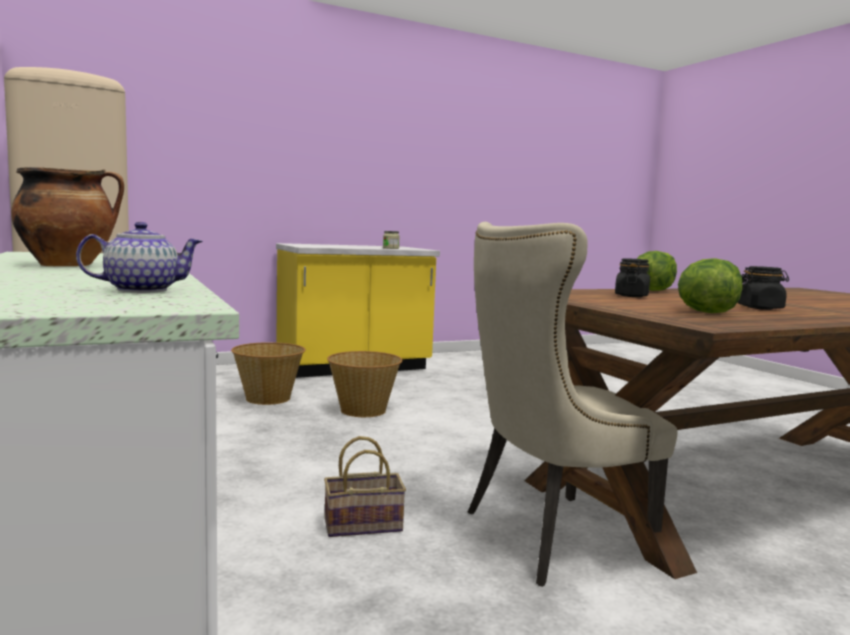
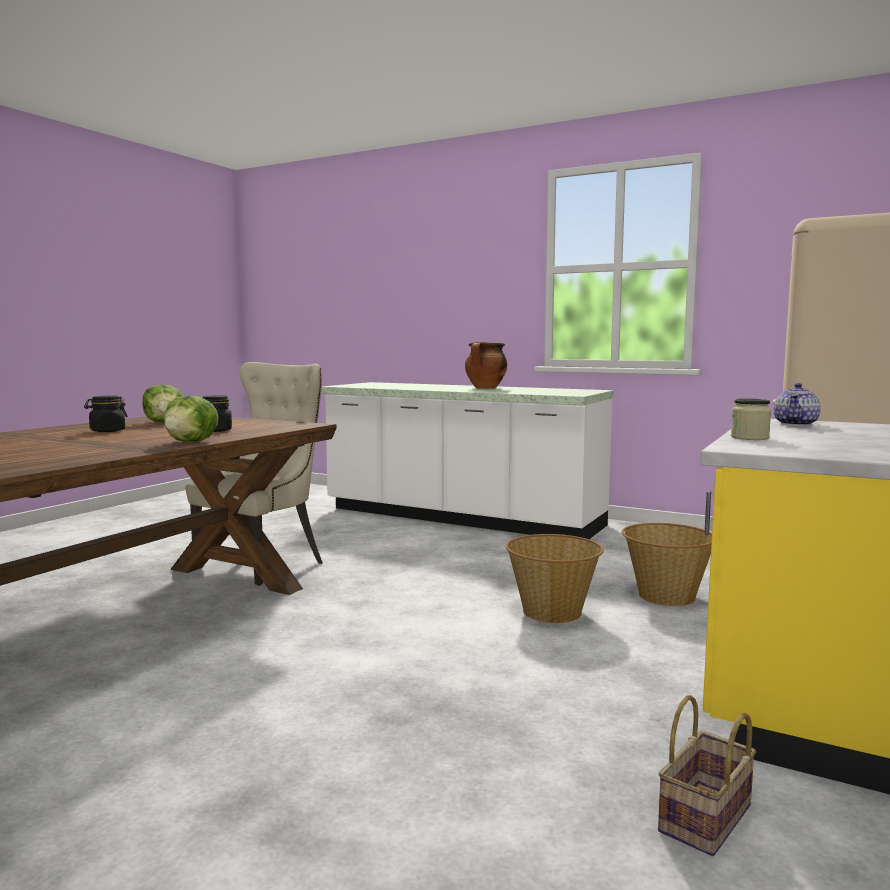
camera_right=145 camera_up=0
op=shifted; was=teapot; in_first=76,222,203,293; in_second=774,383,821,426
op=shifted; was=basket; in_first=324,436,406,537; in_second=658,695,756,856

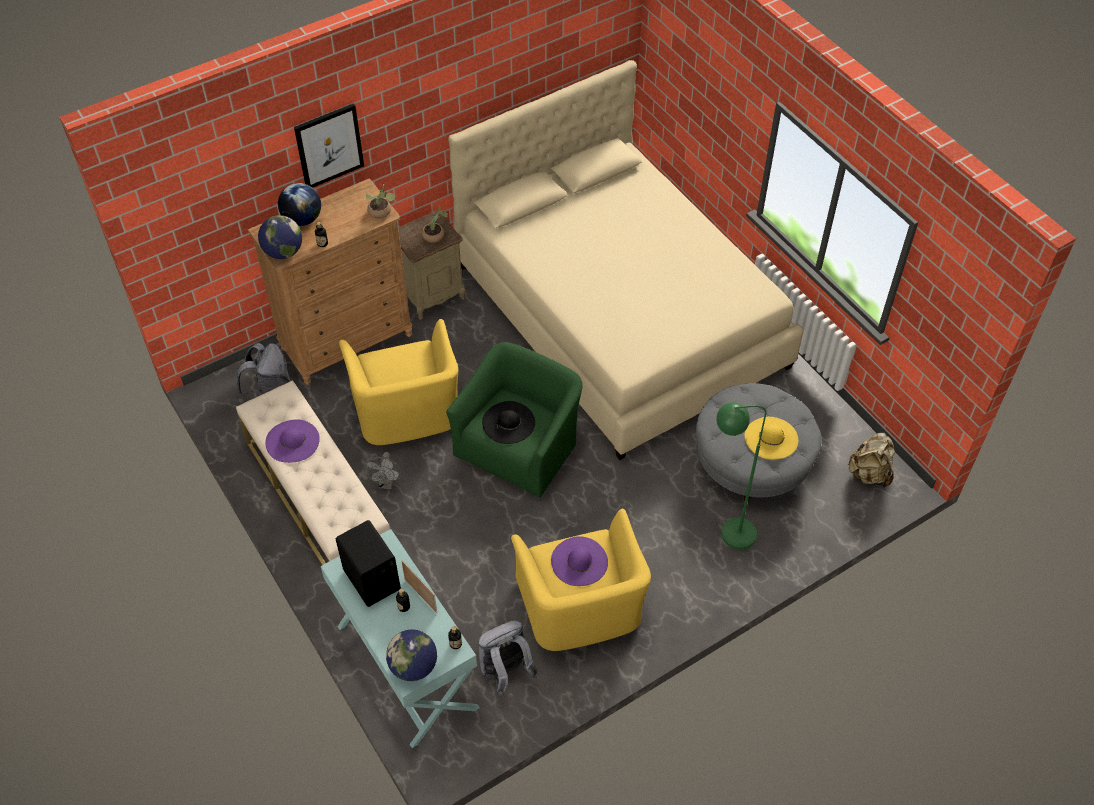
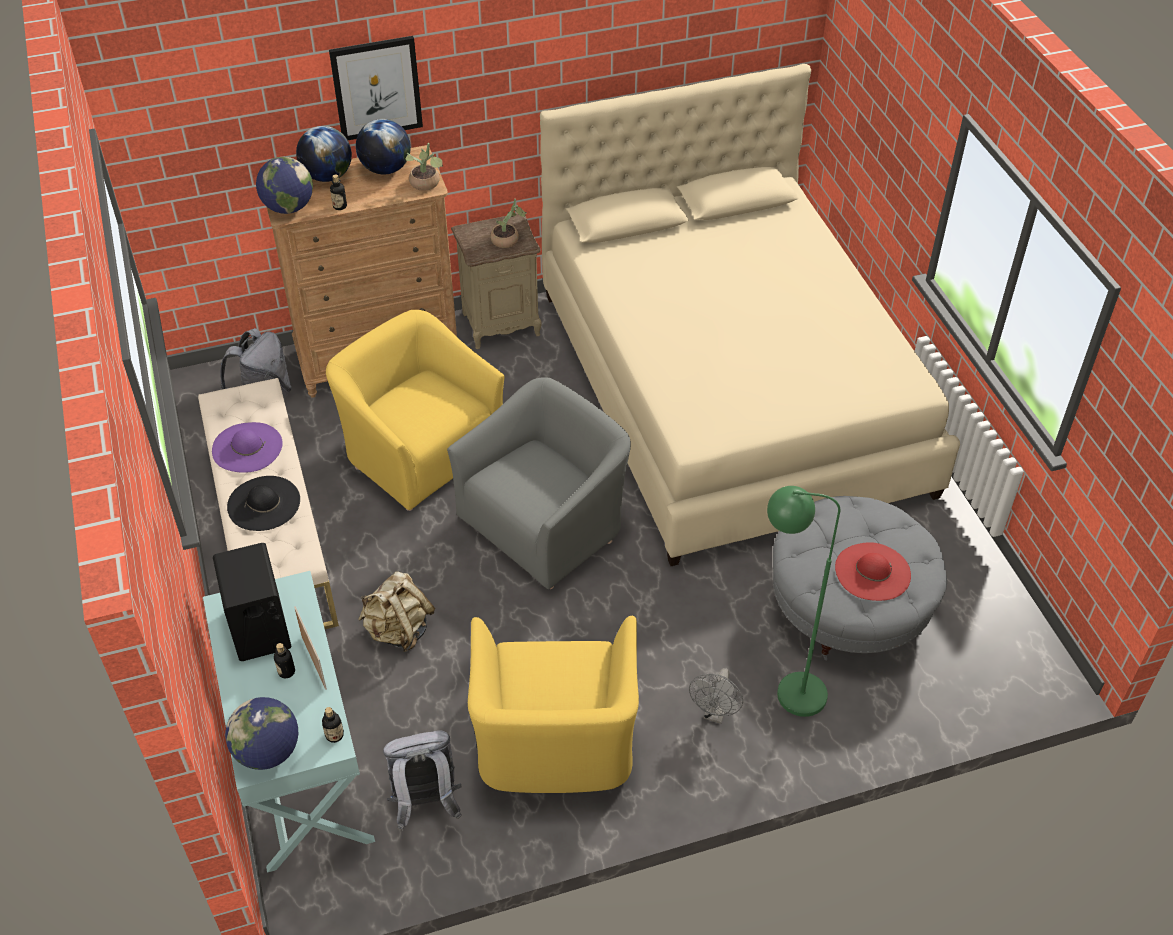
camera_right=15 camera_up=-5
op=rotated; was=yellow armchair; in_first=339,319,458,445; in_second=326,310,505,511; clockwise=135
op=repainted; was=green armchair; now=grey armchair; in_first=446,342,582,497; in_second=447,377,631,589
op=shifted; was=black hat; in_first=482,401,535,444; in_second=227,476,300,531
op=repainted; was=yellow hat; now=red hat; in_first=744,417,798,460; in_second=835,542,911,601
op=shifted; was=beige backpack; in_first=848,433,895,487; in_second=359,572,435,652
op=shifted; was=grey fan; in_first=364,452,401,489; in_second=689,668,743,724
op=gone; was=purple hat; in_first=551,536,608,586
op=new; now=globe; in_second=356,119,411,174

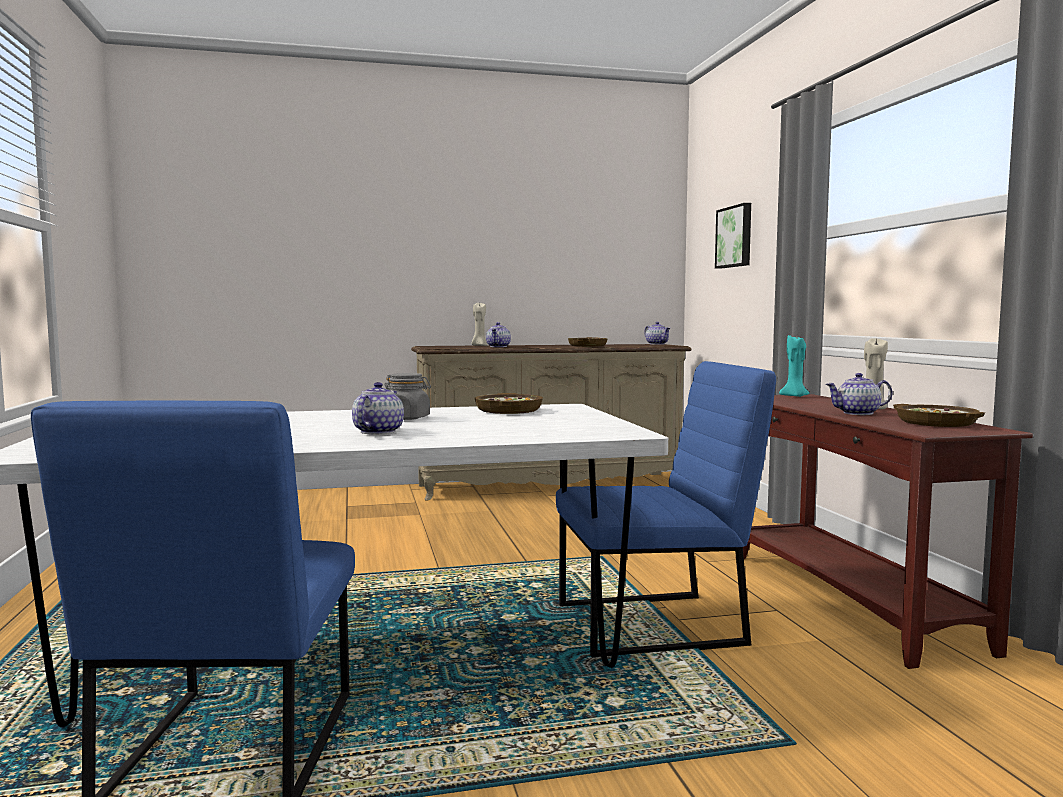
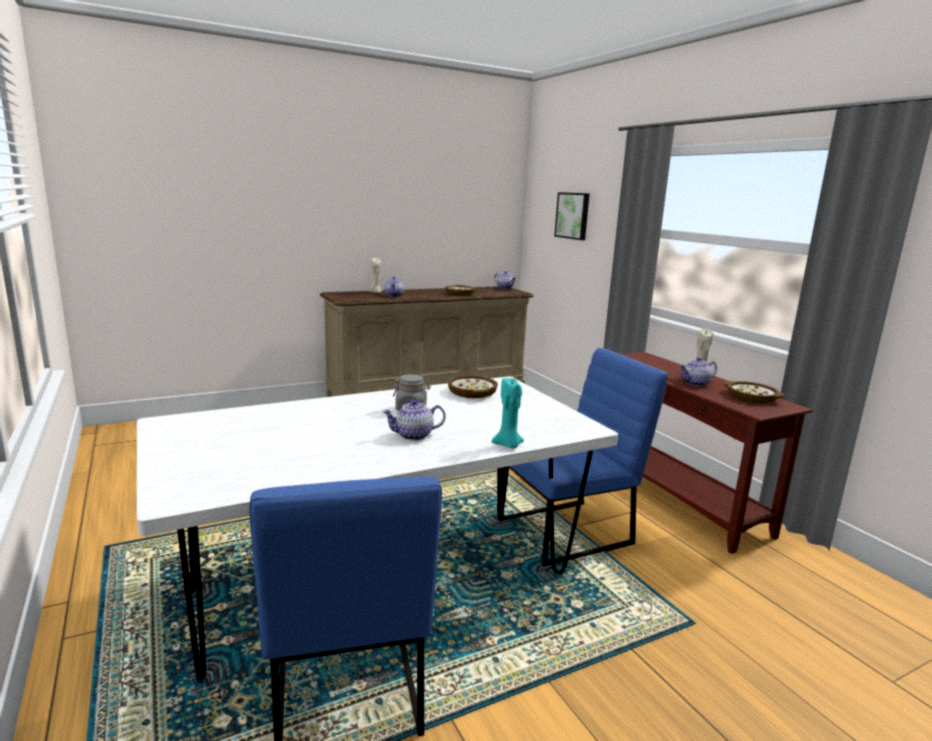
camera_right=-15 camera_up=10
op=shifted; was=turquoise candle; in_first=779,335,809,397; in_second=491,378,524,448
op=rotated; was=teapot; in_first=352,382,404,434; in_second=382,400,445,441; clockwise=-105

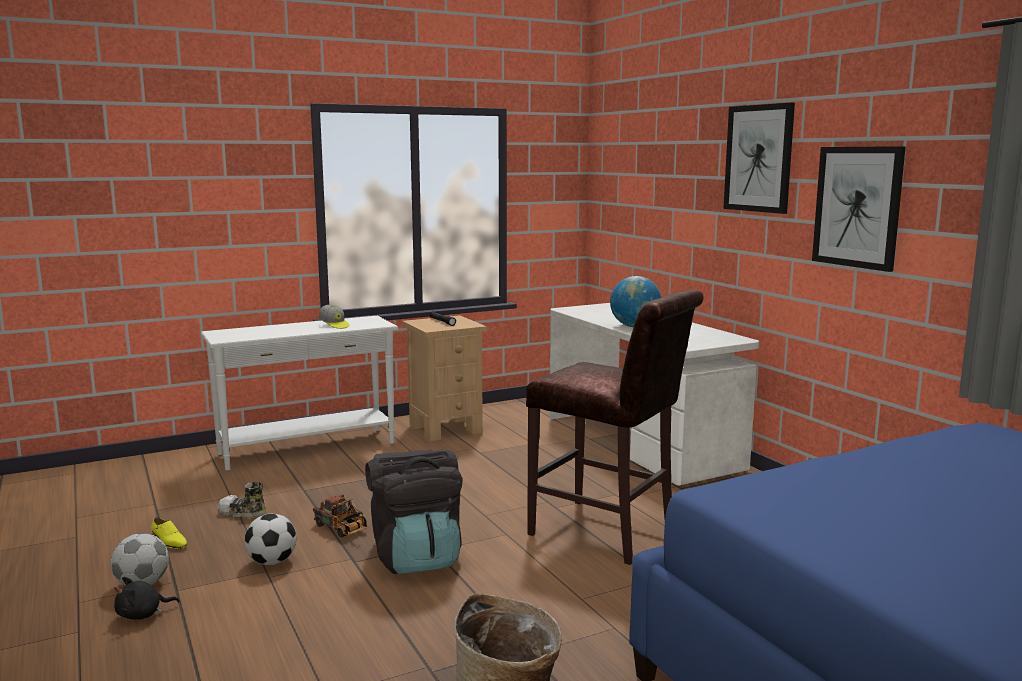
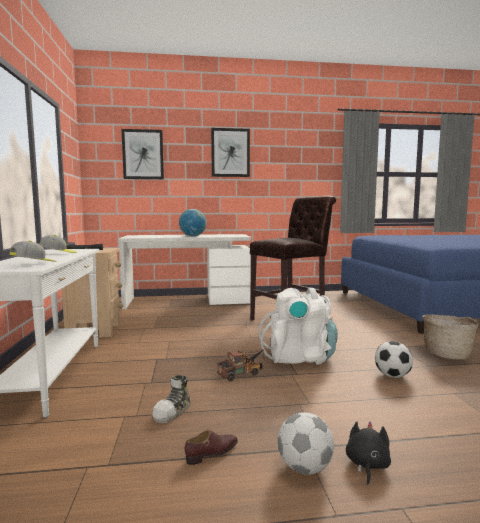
camera_right=-70 camera_up=-5
op=shifted; was=picture; in_first=812,146,906,272; in_second=122,129,164,179
op=repainted; was=black backpack; now=white backpack; in_first=365,450,463,574; in_second=258,288,338,365
op=shifted; was=football; in_first=244,514,297,565; in_second=375,341,413,378
op=repainted; was=yellow shoe; now=brown shoe; in_first=151,517,187,549; in_second=185,430,238,465
op=rotated; was=black plush toy; in_first=114,577,180,620; in_second=346,422,391,485; clockwise=-150
op=new; now=cap; in_second=9,241,57,262

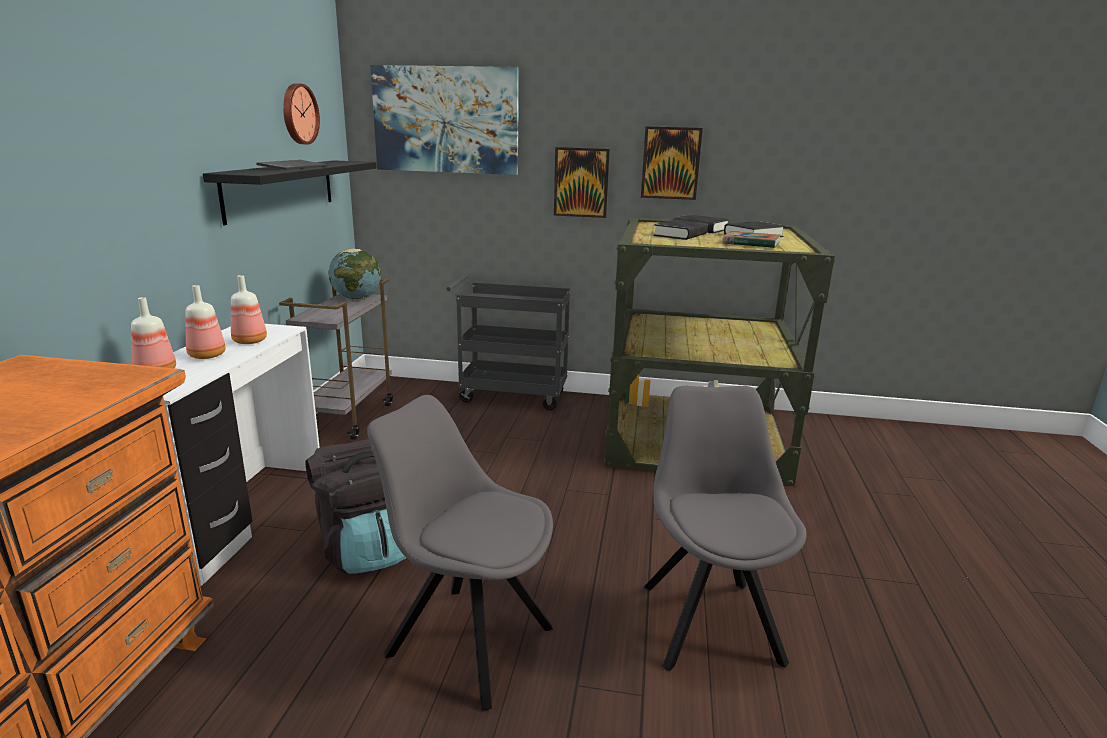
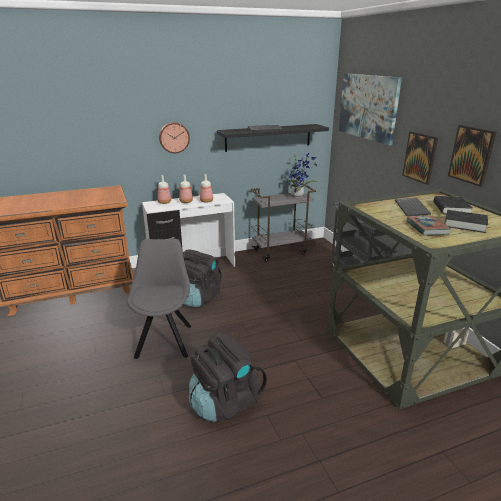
camera_right=60 camera_up=5
op=shifted; was=wall clock; in_first=283,83,320,145; in_second=159,122,190,153
op=swapped; was=black book; now=keyboard; in_first=653,219,708,240; in_second=395,198,431,216
op=swapped; was=globe; now=potted plant; in_first=328,248,381,300; in_second=289,153,318,198
op=swapped; was=grey chair; now=black backpack; in_first=644,386,807,671; in_second=189,333,267,422

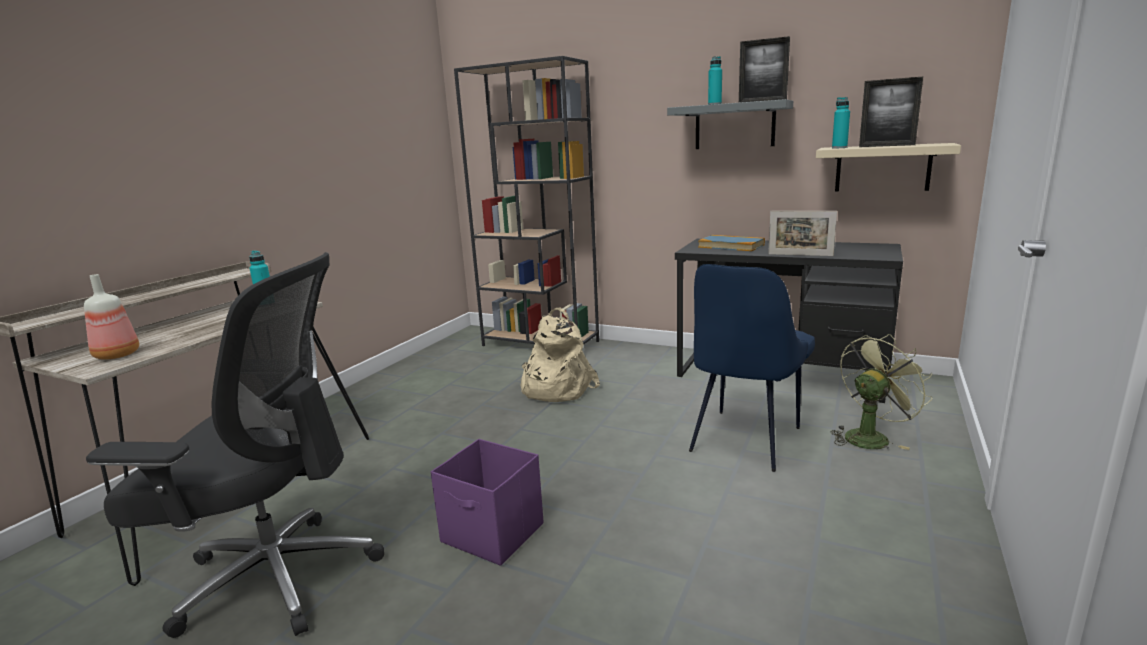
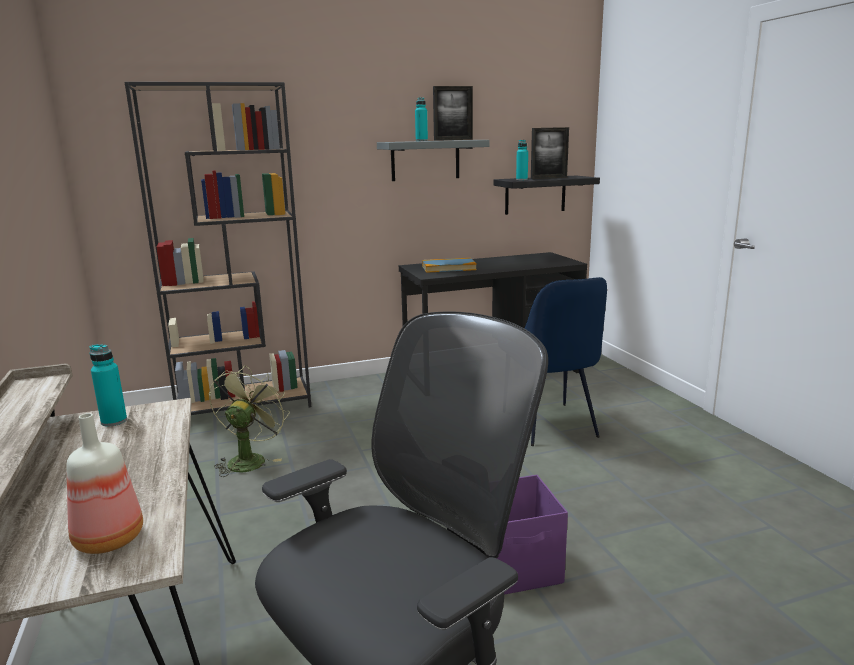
camera_right=-45 camera_up=0
op=repainted; was=beige shelf; now=black shelf; in_first=816,143,961,191; in_second=494,175,600,215
op=gone; was=picture frame; in_first=768,211,837,256
op=gone; was=beige backpack; in_first=521,308,600,402
op=shifted; was=green fan; in_first=831,334,932,450; in_second=209,365,290,477

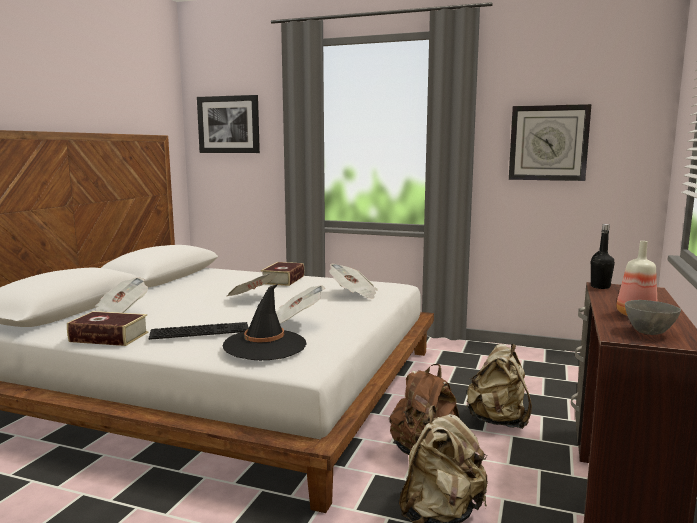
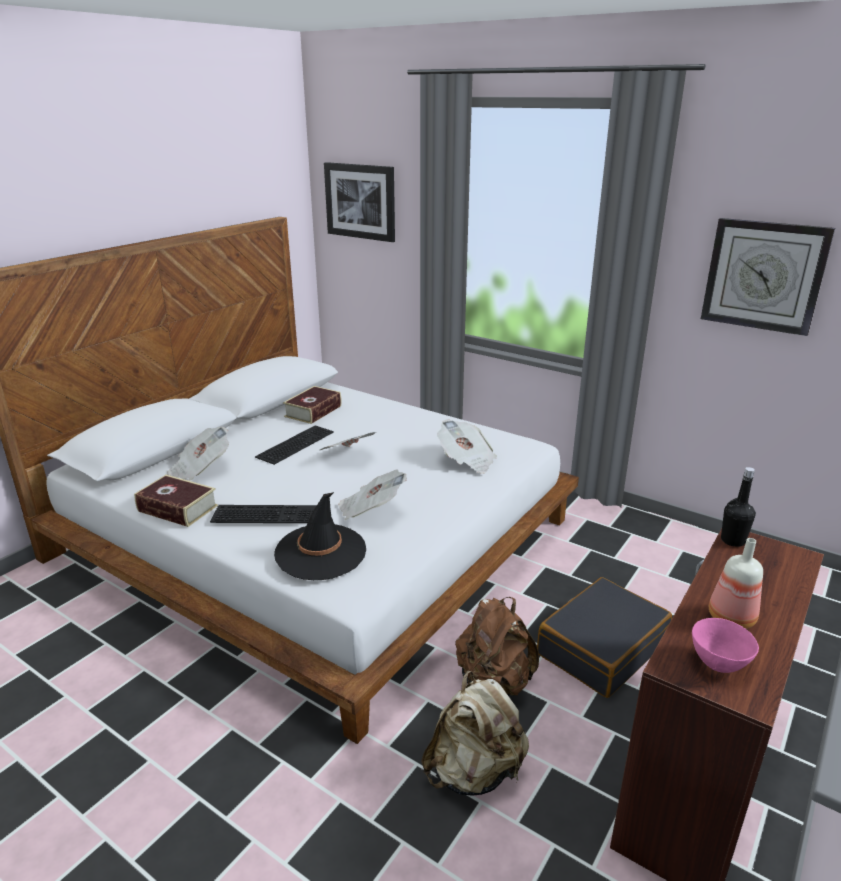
camera_right=15 camera_up=15
op=shifted; was=book; in_first=261,262,304,286; in_second=283,386,342,424
op=repainted; was=grey bowl; now=pink bowl; in_first=625,300,681,335; in_second=692,618,759,673
op=swapped; was=beige backpack; now=black suitcase; in_first=466,344,532,429; in_second=537,577,672,698
op=new; now=keyboard; in_second=255,425,334,465

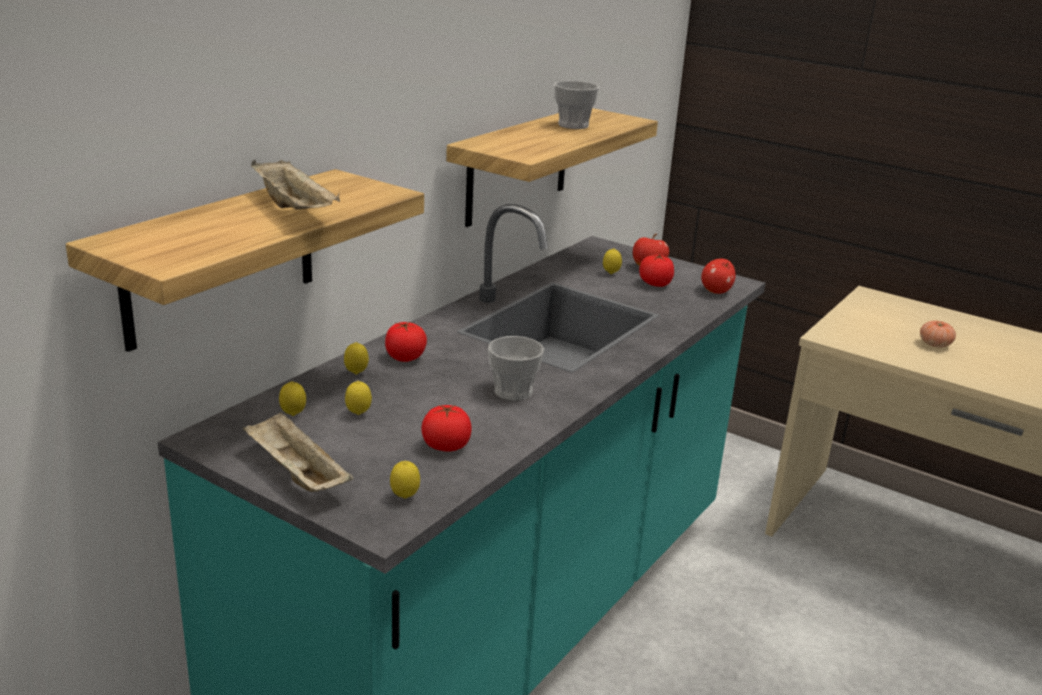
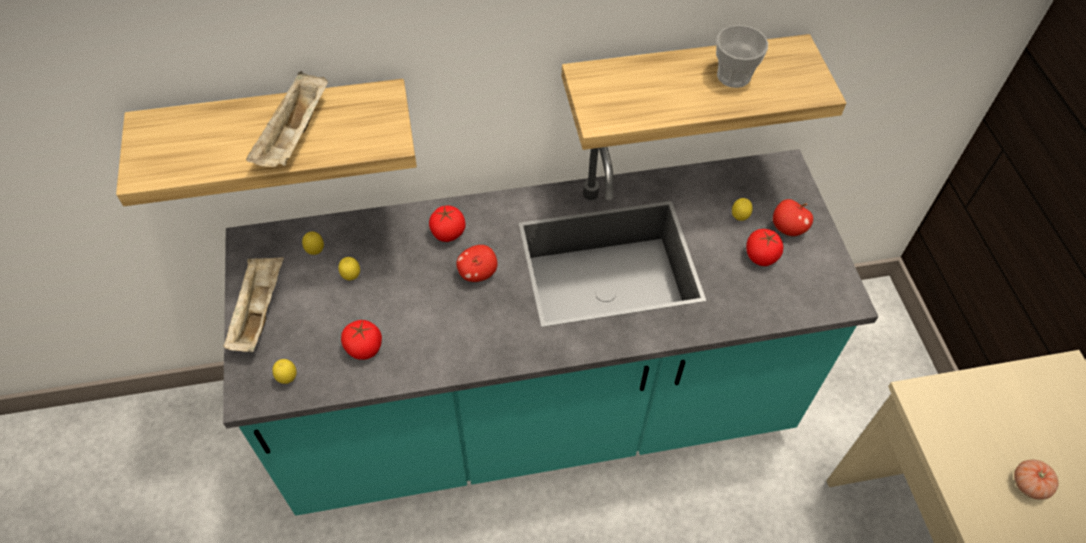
camera_right=45 camera_up=30
op=shifted; was=apple; in_first=701,259,736,294; in_second=456,245,497,282
op=gone; was=cup; in_first=488,336,544,401
op=gone; was=lemon; in_first=344,342,369,375

